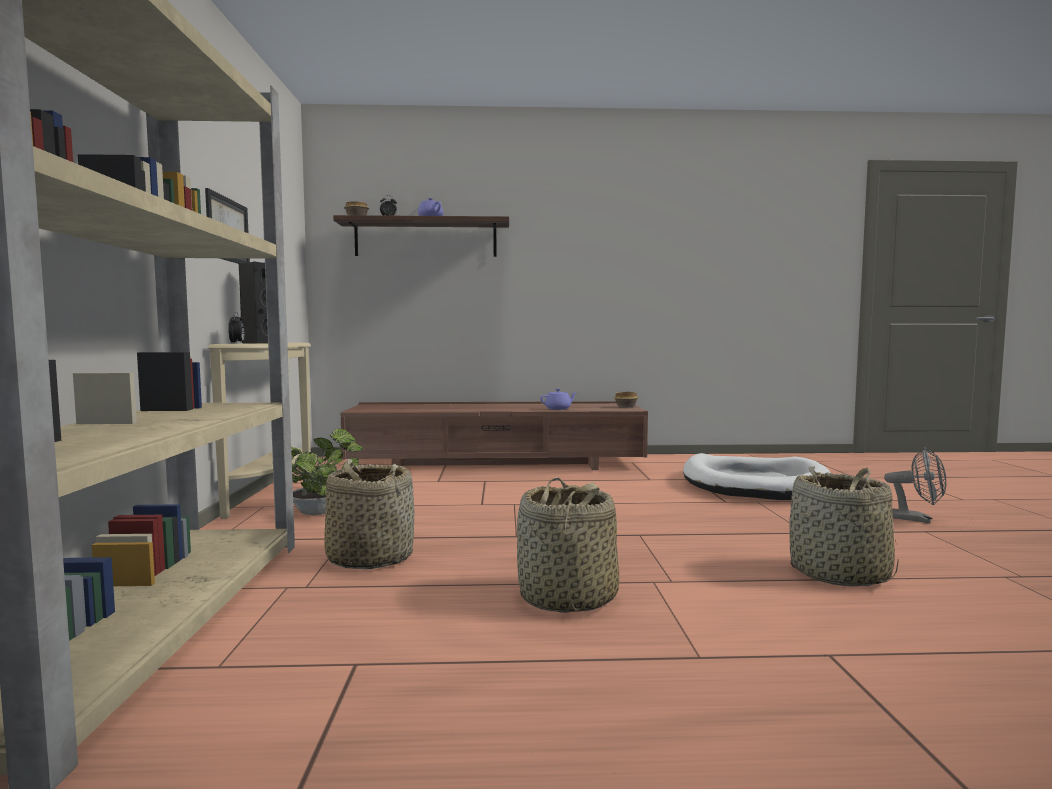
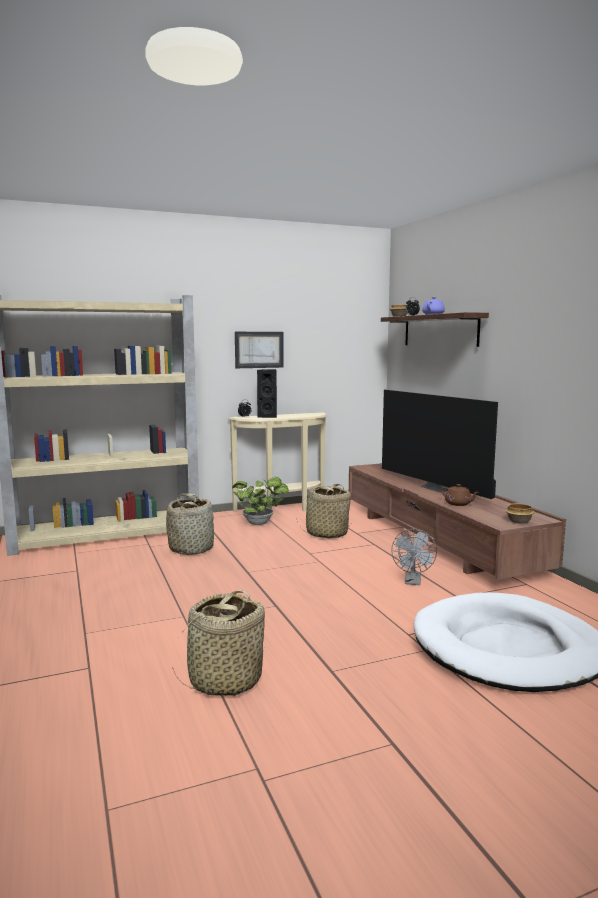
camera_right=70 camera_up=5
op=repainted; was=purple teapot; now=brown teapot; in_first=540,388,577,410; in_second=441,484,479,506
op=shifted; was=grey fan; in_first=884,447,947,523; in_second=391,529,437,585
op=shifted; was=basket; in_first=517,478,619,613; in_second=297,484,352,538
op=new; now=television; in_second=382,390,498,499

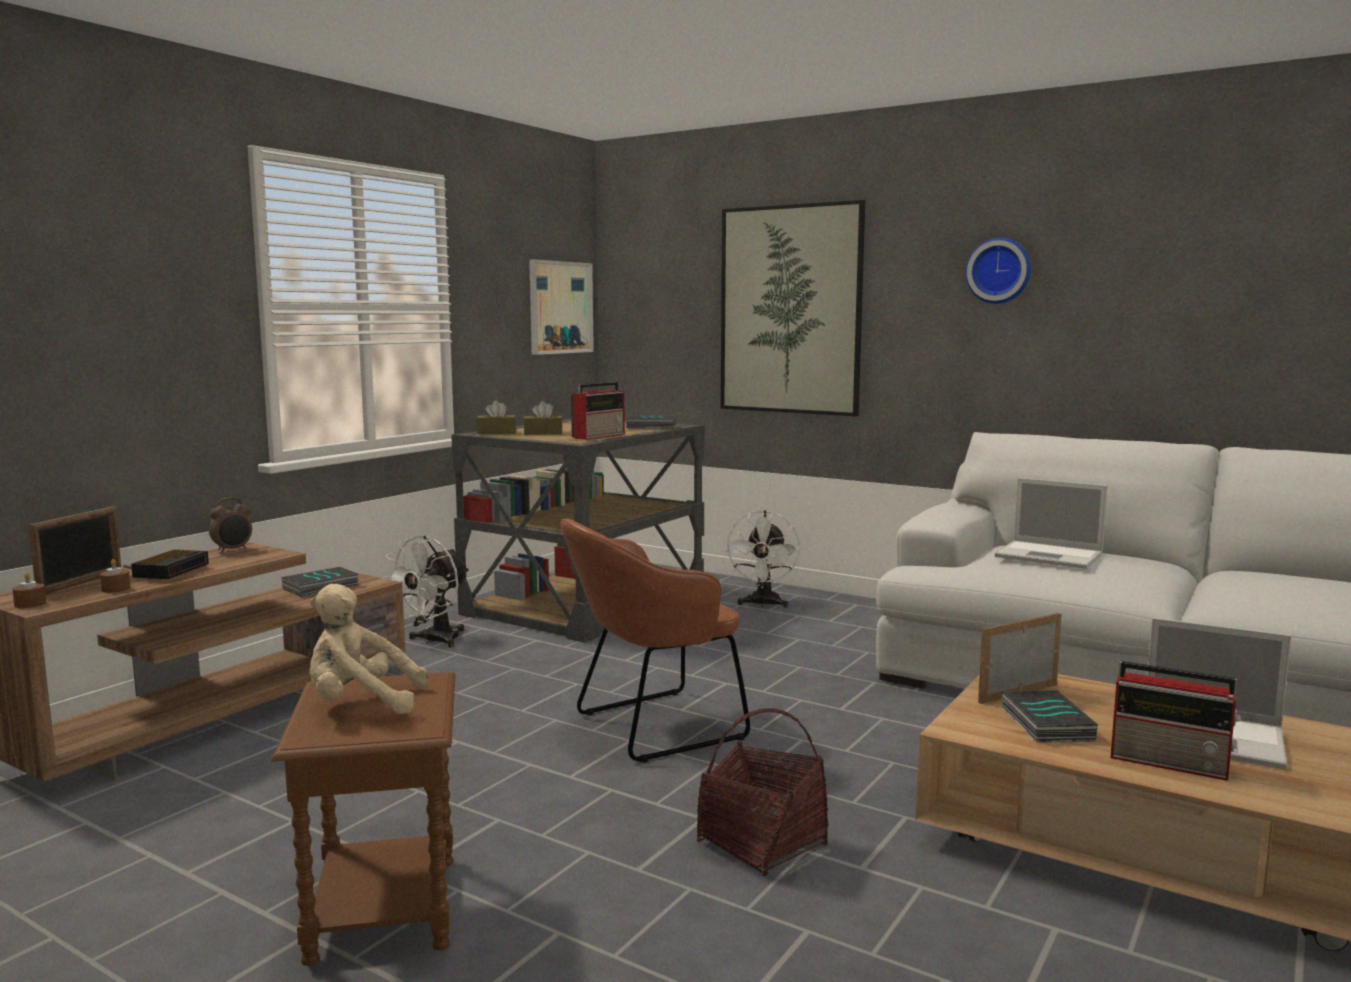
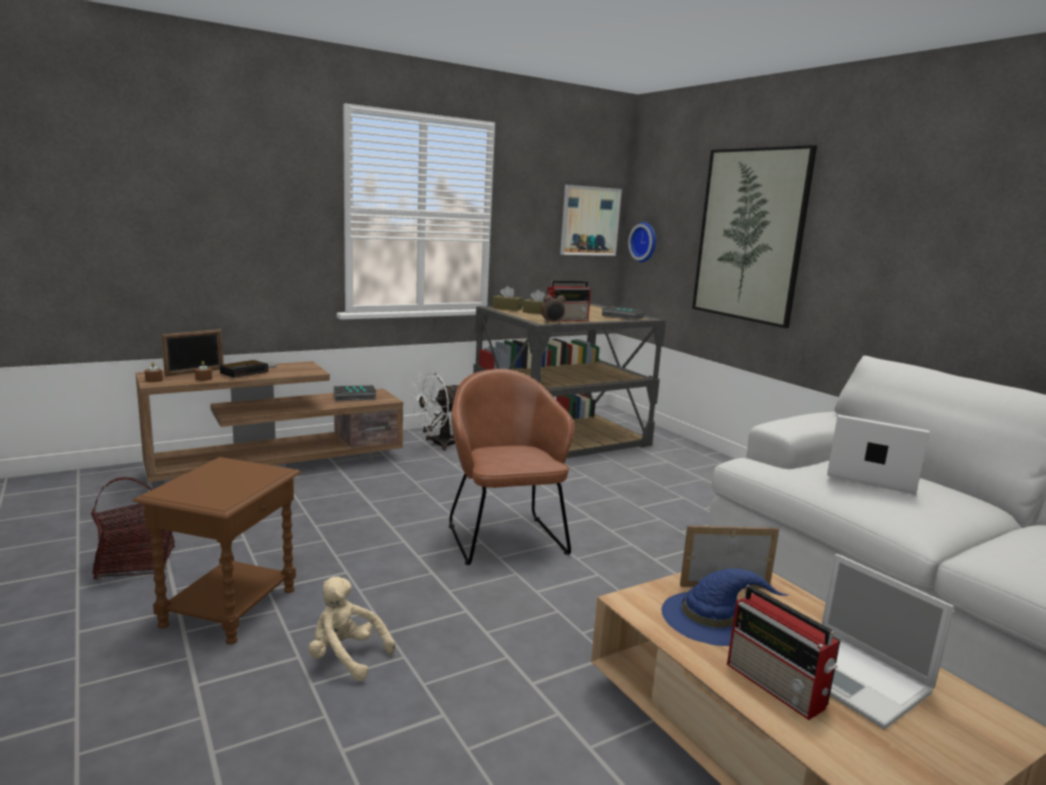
camera_right=25 camera_up=5
op=shifted; was=wall clock; in_first=966,238,1031,304; in_second=628,222,656,262
op=rotated; was=laptop; in_first=995,478,1108,569; in_second=827,414,930,495; clockwise=150
op=shifted; was=alarm clock; in_first=209,498,252,553; in_second=541,291,565,324
op=gone; was=white fan; in_first=725,510,800,608
op=rotated; was=brown armchair; in_first=560,519,750,763; in_second=449,369,575,565; clockwise=75
op=shifted; was=beige plush toy; in_first=309,584,428,714; in_second=309,576,395,681
op=swapped; was=book; now=blue hat; in_first=1002,691,1098,742; in_second=661,568,788,646
op=shifted; was=basket; in_first=697,708,828,876; in_second=91,477,175,580

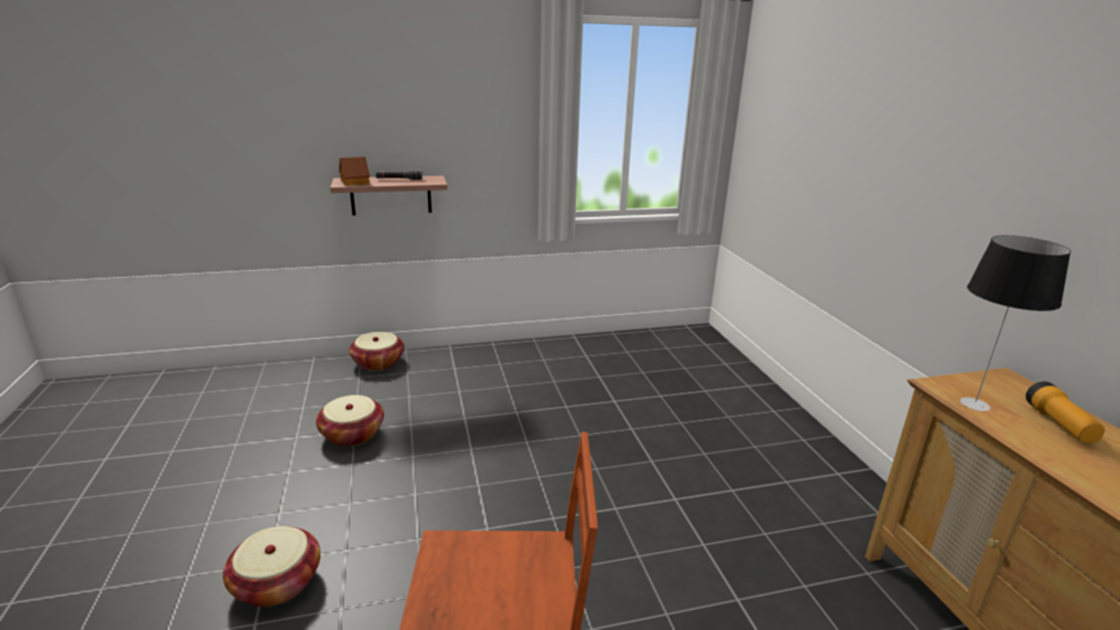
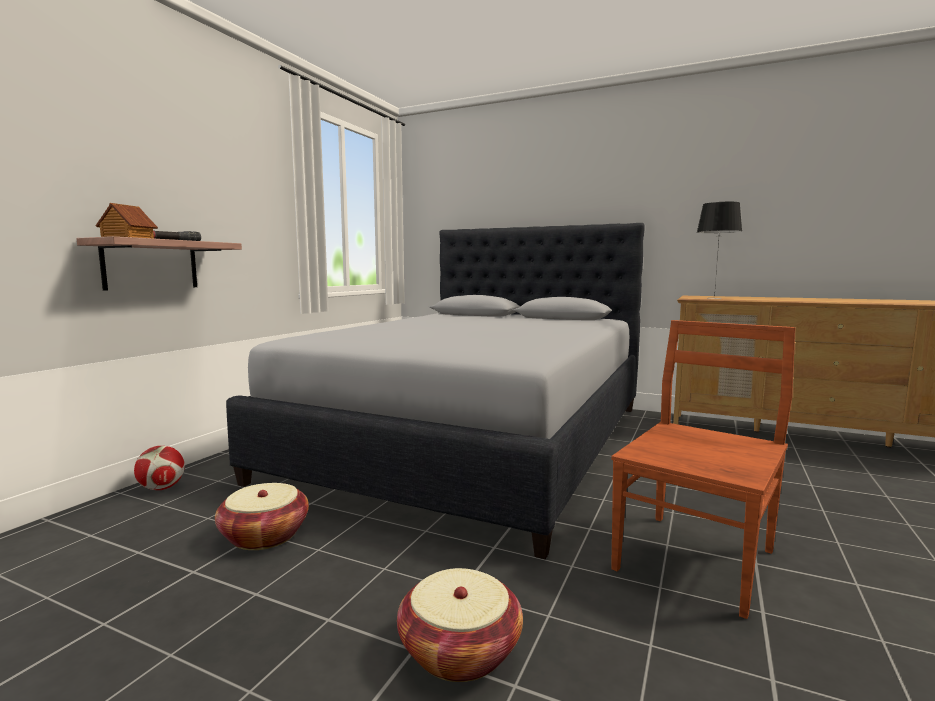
camera_right=-50 camera_up=-15
op=swapped; was=basket; now=football; in_first=349,332,404,371; in_second=134,446,185,490
op=gone; was=flashlight; in_first=1026,381,1105,443
op=new; now=grey bed; in_second=226,223,645,559

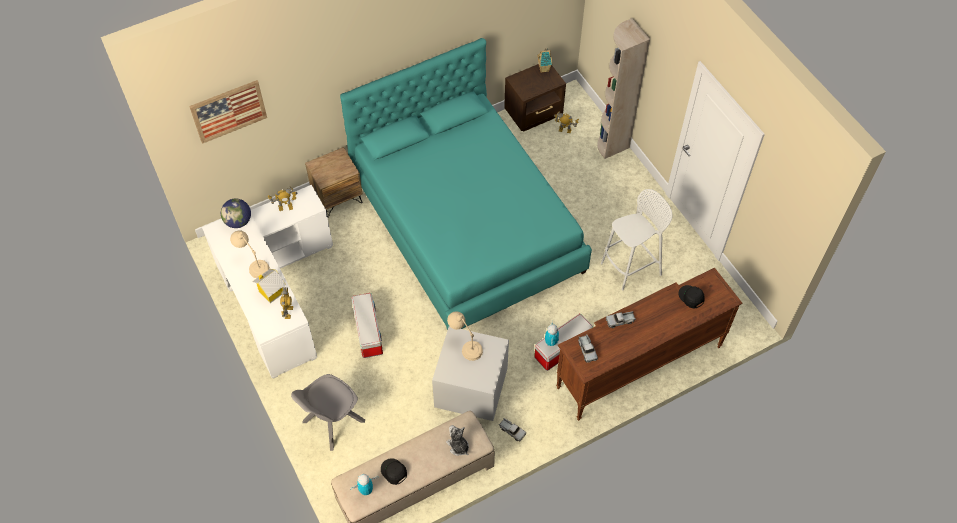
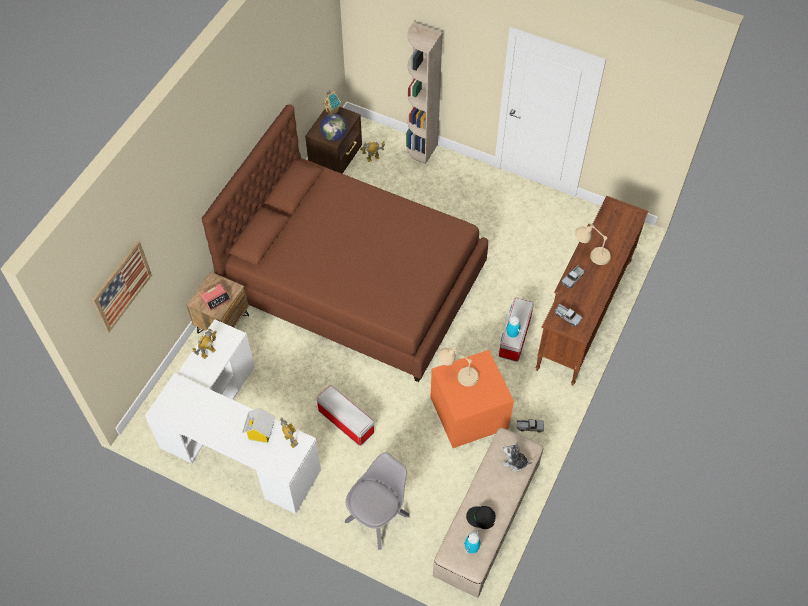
camera_right=-35 camera_up=0
op=repainted; was=turquoise bed; now=brown bed; in_first=340,38,592,330; in_second=202,104,488,382
op=gone; was=white stool; in_first=601,189,673,291
op=shifted; was=globe; in_first=221,199,251,228; in_second=320,113,347,141
op=shifted; was=beige table lamp; in_first=230,230,270,278; in_second=575,224,611,265
op=gone; was=black cap; in_first=679,285,705,308
op=repainted; was=grey storage box; now=orange storage box; in_first=432,326,509,421; in_second=430,350,514,448
op=rotated; was=grey chair; in_first=291,374,365,451; in_second=345,452,410,550; clockwise=-150
op=new; now=alarm clock; in_second=200,283,231,311

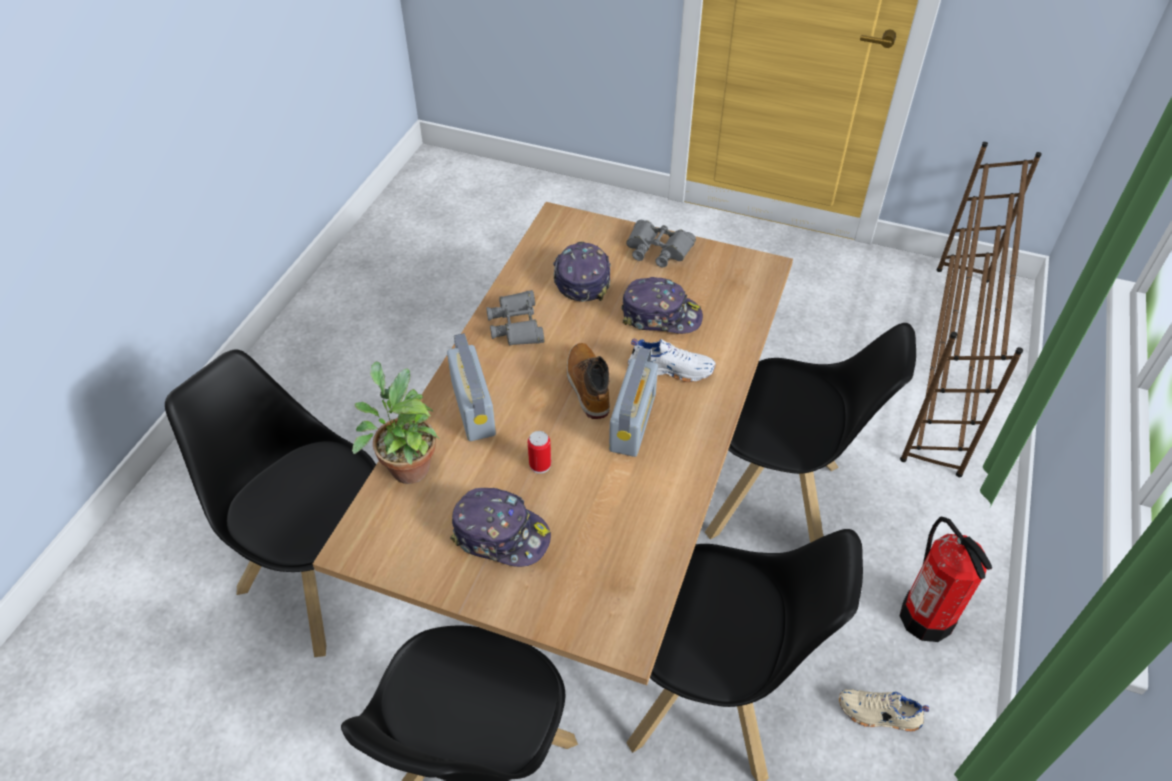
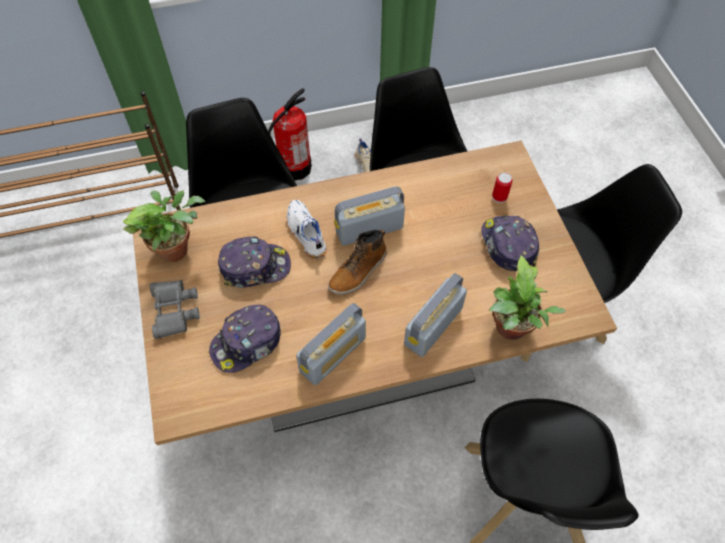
camera_right=-125 camera_up=10
op=rotated; was=cap; in_first=621,277,703,334; in_second=218,236,291,288; clockwise=105
op=swapped; was=grey binoculars; now=radio; in_first=486,290,544,345; in_second=296,303,366,385
op=shifted; was=can; in_first=528,431,551,474; in_second=492,172,513,203
op=new; now=potted plant; in_second=123,191,206,262

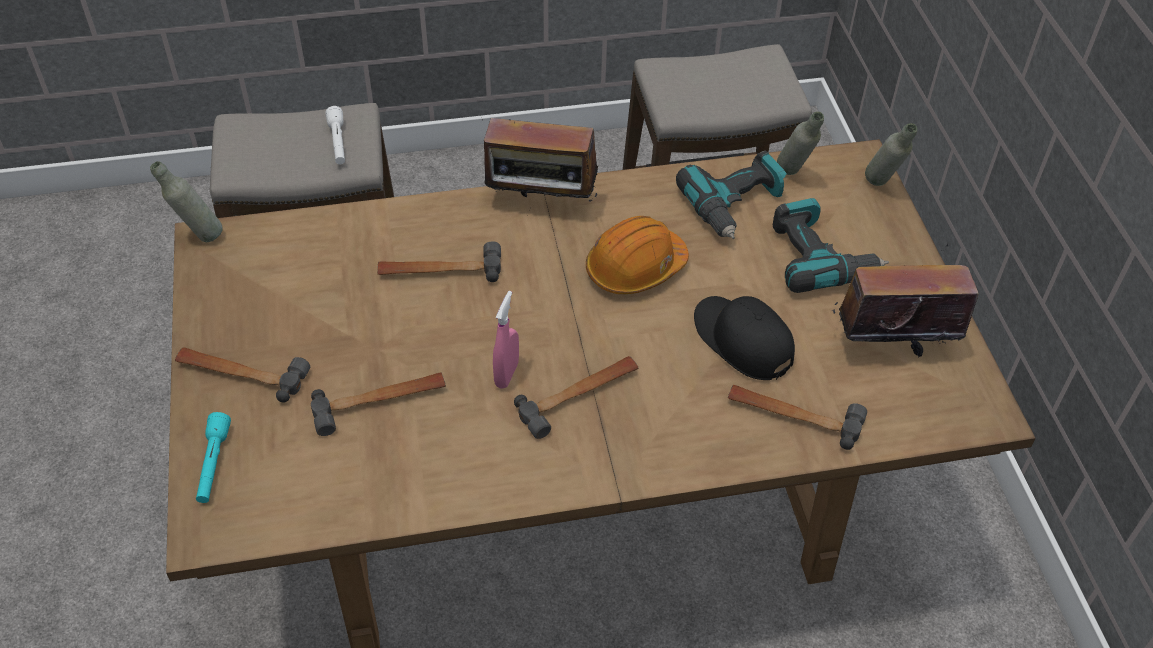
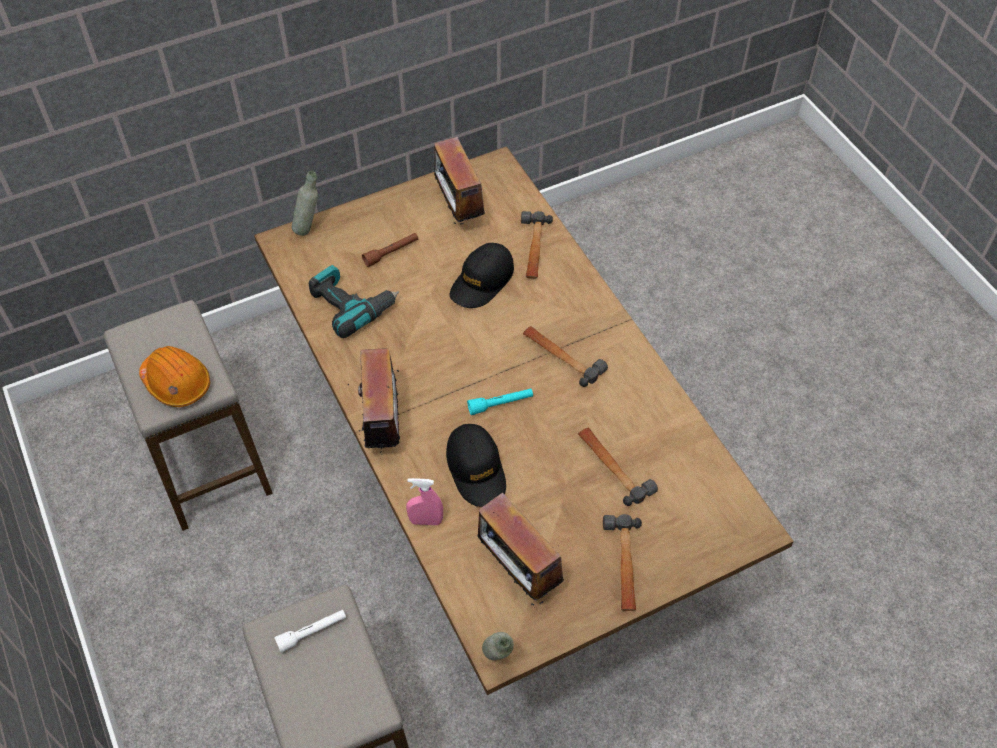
camera_right=-105 camera_up=5
op=gone; was=grey bottle; in_first=777,112,824,175
op=swapped; was=power drill; now=brown flashlight; in_first=773,198,889,293; in_second=362,233,418,267
op=shifted; was=orange hard hat; in_first=586,216,689,294; in_second=139,346,210,407
op=swapped; was=hammer; now=black cap; in_first=377,241,501,282; in_second=446,424,506,507
op=shifted; was=pink spray bottle; in_first=493,291,519,388; in_second=406,478,443,525
op=shifted; was=turquoise flashlight; in_first=196,412,231,503; in_second=467,388,533,415
op=new; now=radio; in_second=478,493,564,605

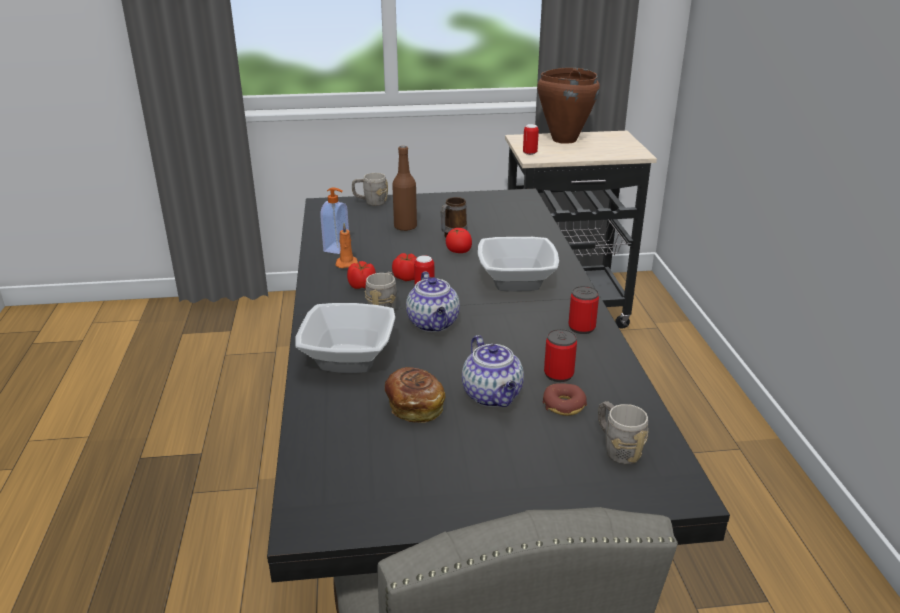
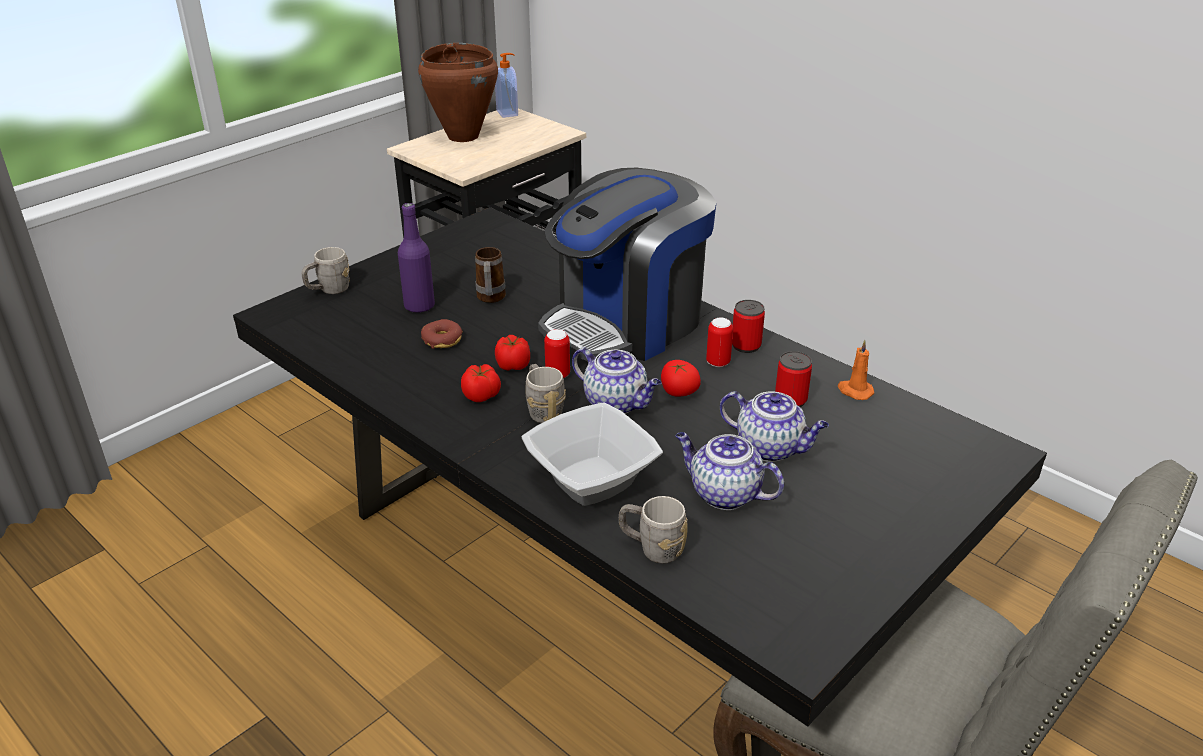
camera_right=-40 camera_up=5
op=shifted; was=can; in_first=523,124,539,155; in_second=706,318,733,367
op=repainted; was=brown bottle; now=purple bottle; in_first=392,146,417,231; in_second=398,203,435,313
op=shifted; was=soap dispenser; in_first=320,187,349,254; in_second=495,53,518,118
op=shifted; was=orange candle; in_first=336,223,358,268; in_second=838,340,874,400
op=shifted; was=tomato; in_first=446,228,472,253; in_second=661,360,701,397
op=swapped; was=bowl; now=coffee machine; in_first=478,237,559,292; in_second=538,168,717,361
op=swapped; was=bread; now=teapot; in_first=385,367,446,423; in_second=675,432,784,510
op=shifted; was=donut; in_first=543,383,587,416; in_second=421,319,463,349
op=shifted; was=grey mug; in_first=598,401,648,464; in_second=619,496,688,564

